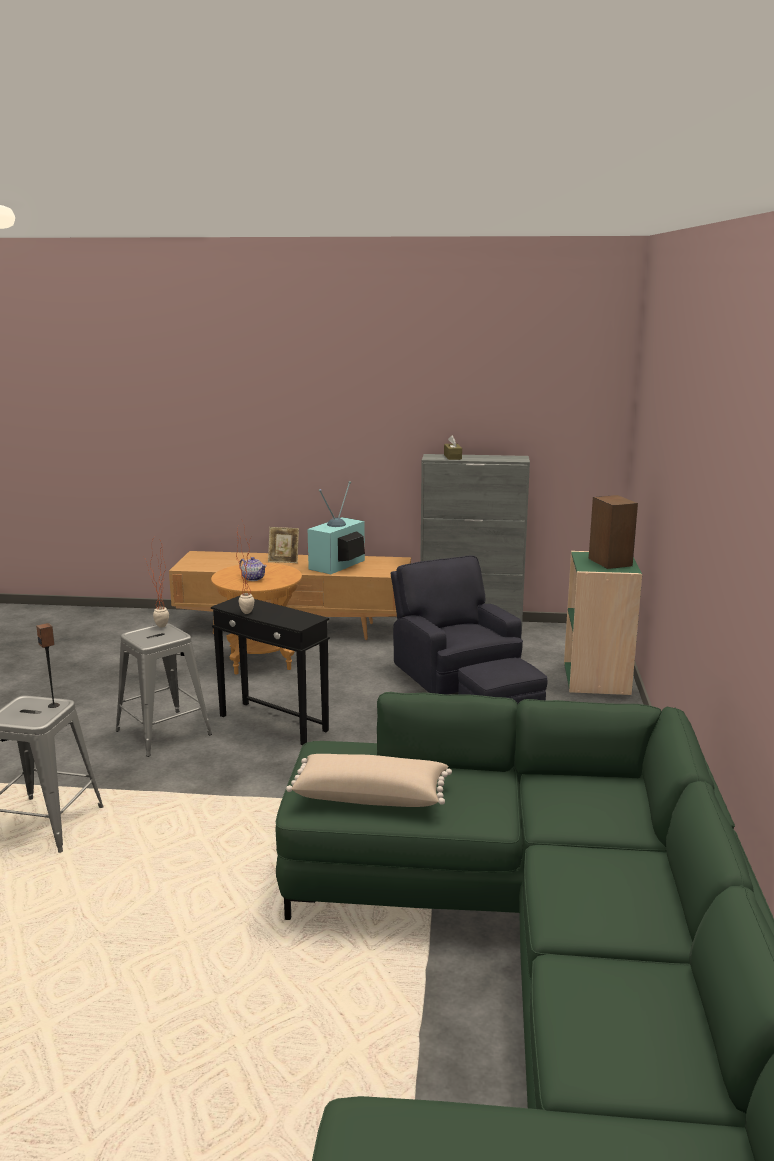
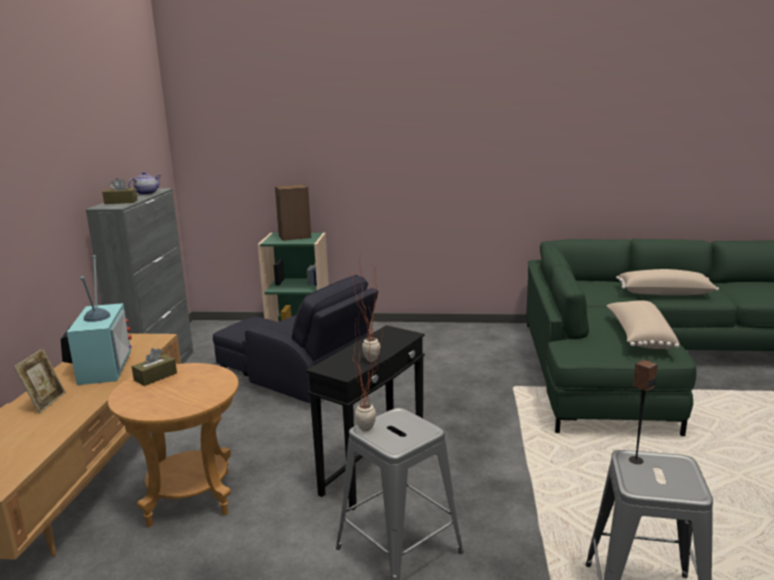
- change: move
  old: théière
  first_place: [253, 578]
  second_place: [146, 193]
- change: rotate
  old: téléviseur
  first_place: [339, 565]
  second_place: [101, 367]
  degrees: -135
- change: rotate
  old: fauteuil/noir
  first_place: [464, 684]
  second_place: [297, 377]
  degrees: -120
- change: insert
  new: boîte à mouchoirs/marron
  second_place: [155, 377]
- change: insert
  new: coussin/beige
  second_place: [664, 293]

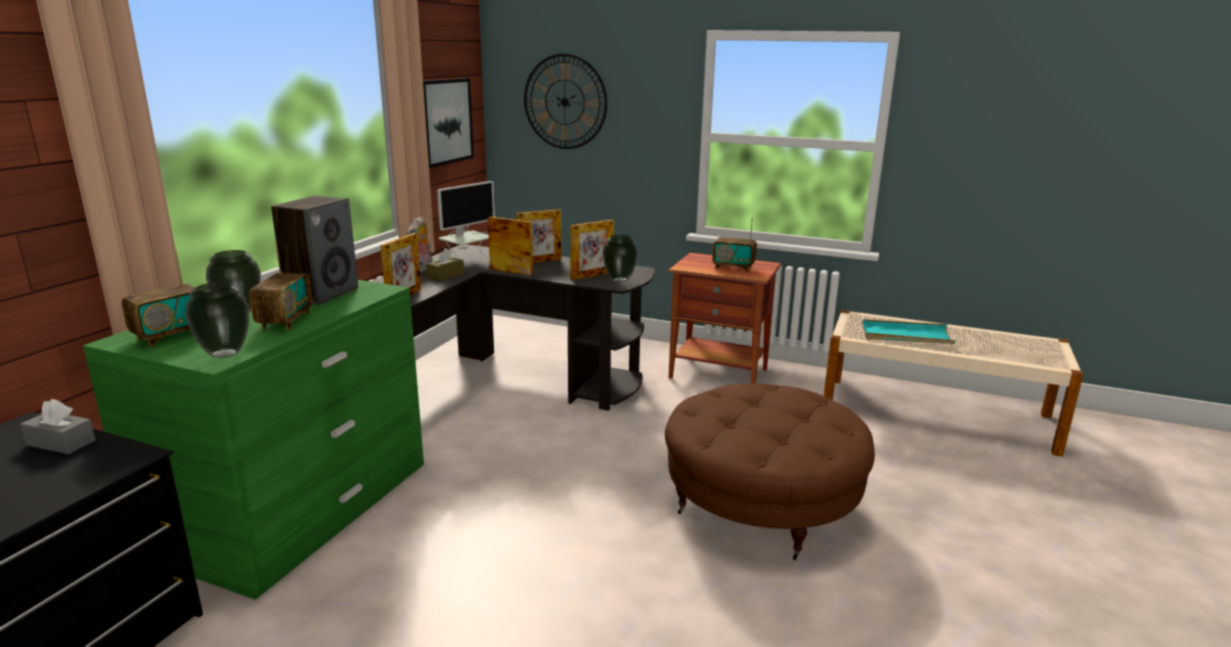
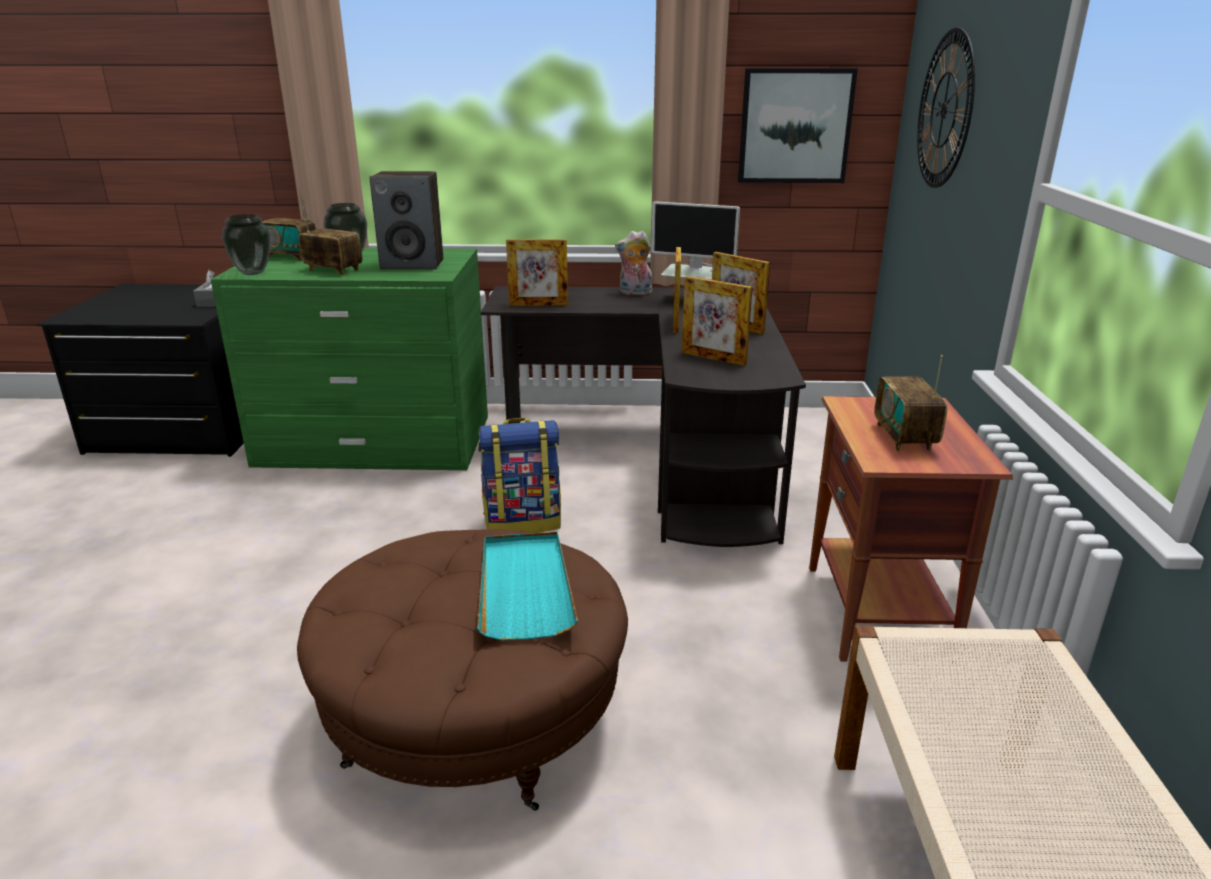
- change: rotate
  old: radio
  first_place: [285, 321]
  second_place: [333, 270]
  degrees: -135
- change: delete
  old: boîte à mouchoirs/marron
  first_place: [445, 275]
- change: delete
  old: vase
  first_place: [620, 280]
- change: move
  old: plateau/turquoise
  first_place: [905, 335]
  second_place: [525, 587]
- change: insert
  new: sac à dos
  second_place: [523, 521]

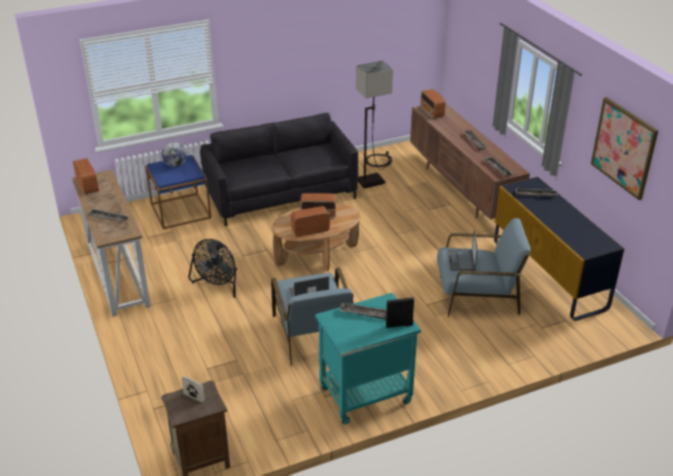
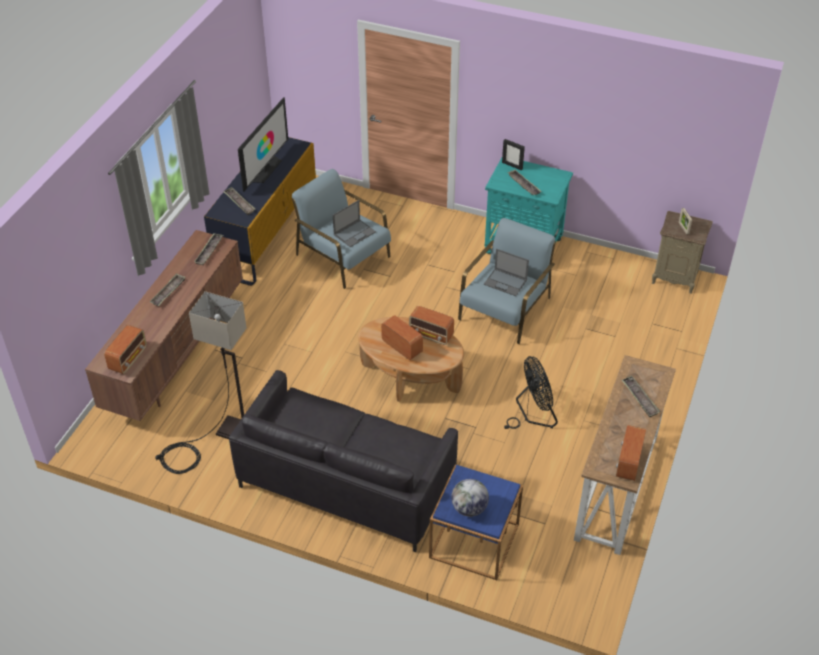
- change: delete
  old: tableau
  first_place: [624, 147]
- change: insert
  new: téléviseur
  second_place: [265, 169]

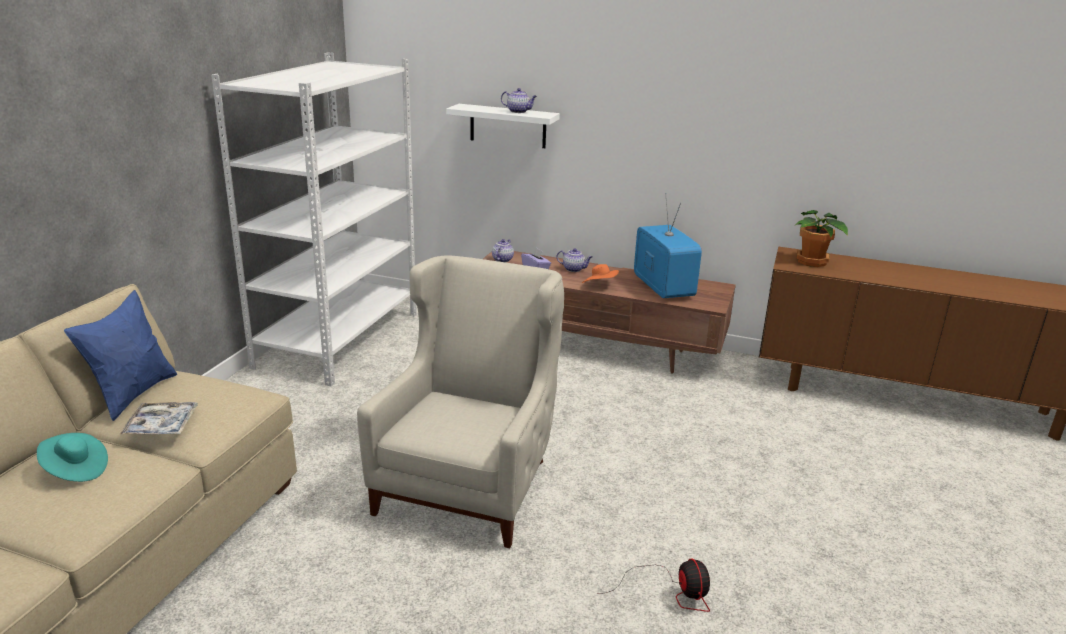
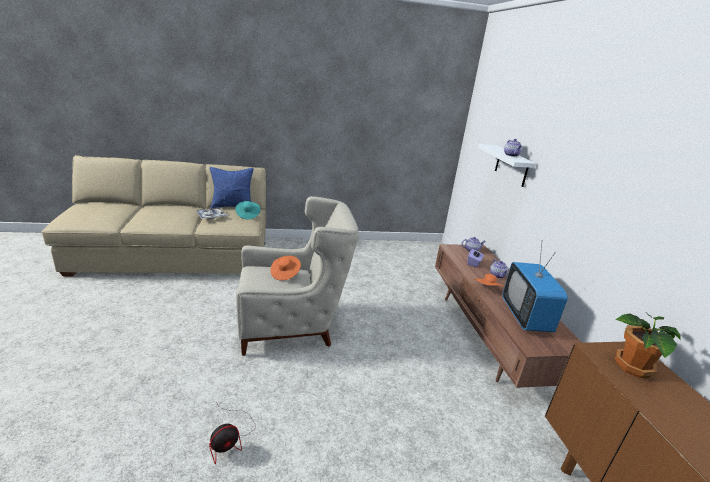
- change: move
  old: chapeau/turquoise
  first_place: [75, 470]
  second_place: [247, 215]
- change: delete
  old: bibliothèque/blanc
  first_place: [339, 339]
- change: rotate
  old: téléviseur
  first_place: [662, 288]
  second_place: [525, 316]
  degrees: 135
- change: insert
  new: chapeau/orange
  second_place: [285, 274]

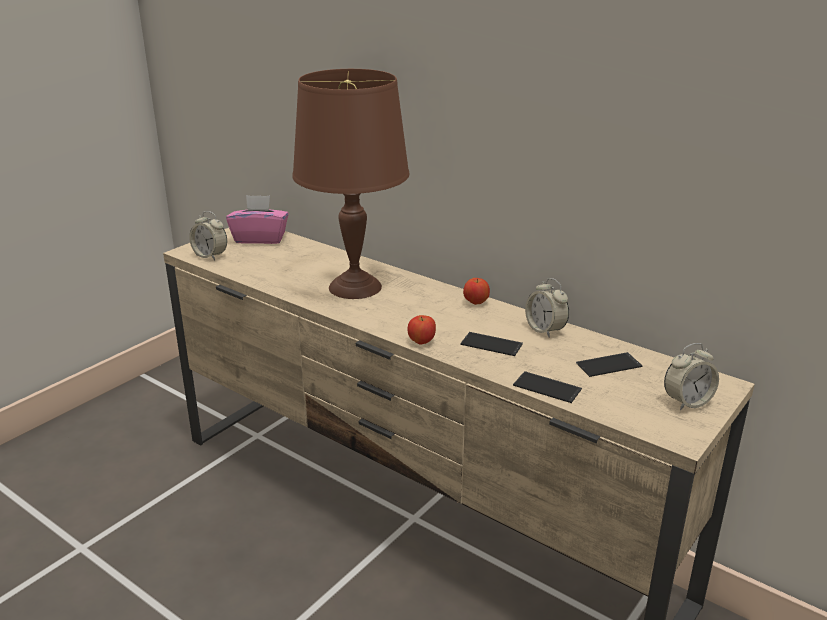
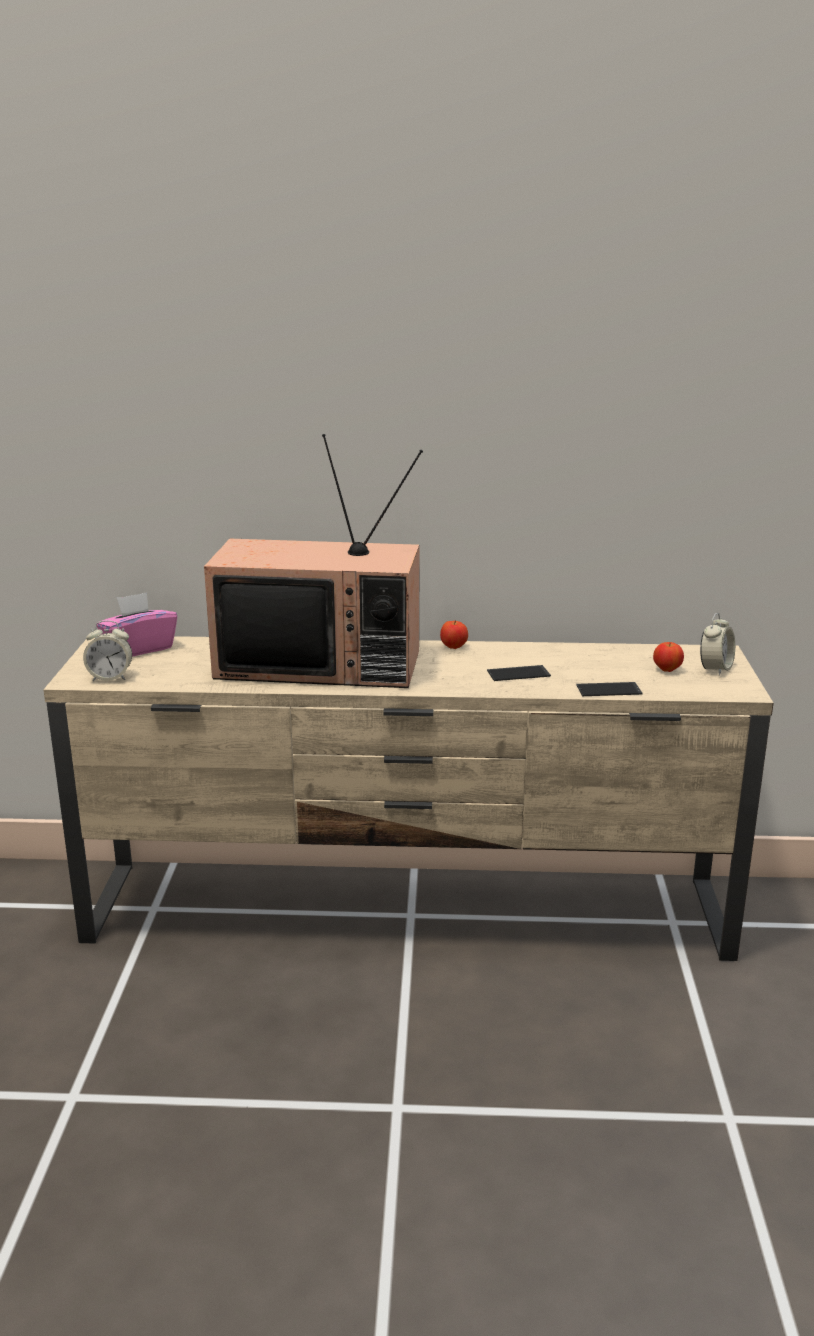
- change: replace
  old: lampe de table/marron
  new: téléviseur
  first_place: [356, 287]
  second_place: [322, 664]
- change: move
  old: pomme
  first_place: [421, 342]
  second_place: [667, 670]
- change: delete
  old: réveil
  first_place: [545, 330]
- change: delete
  old: téléphone
  first_place: [608, 365]

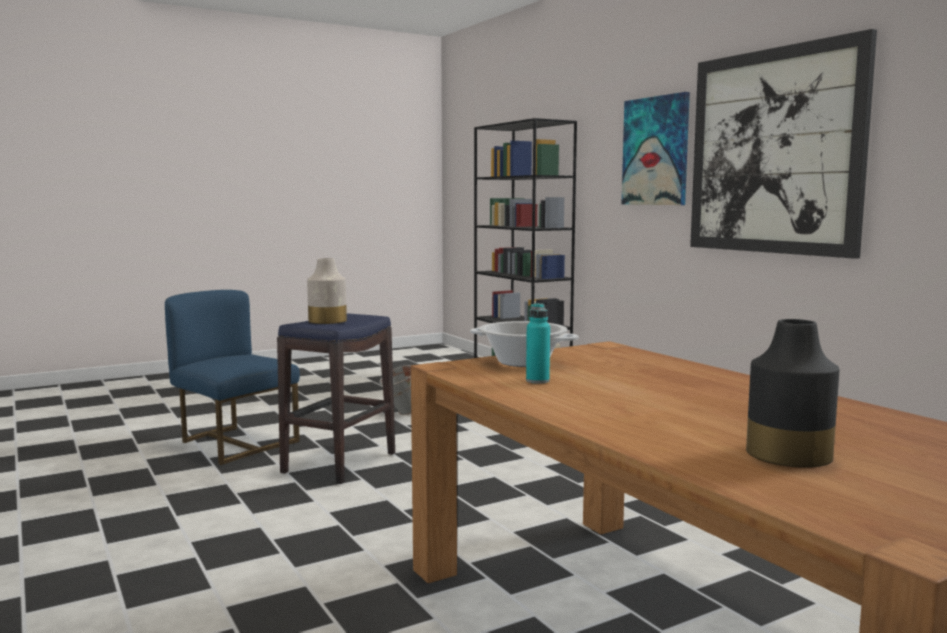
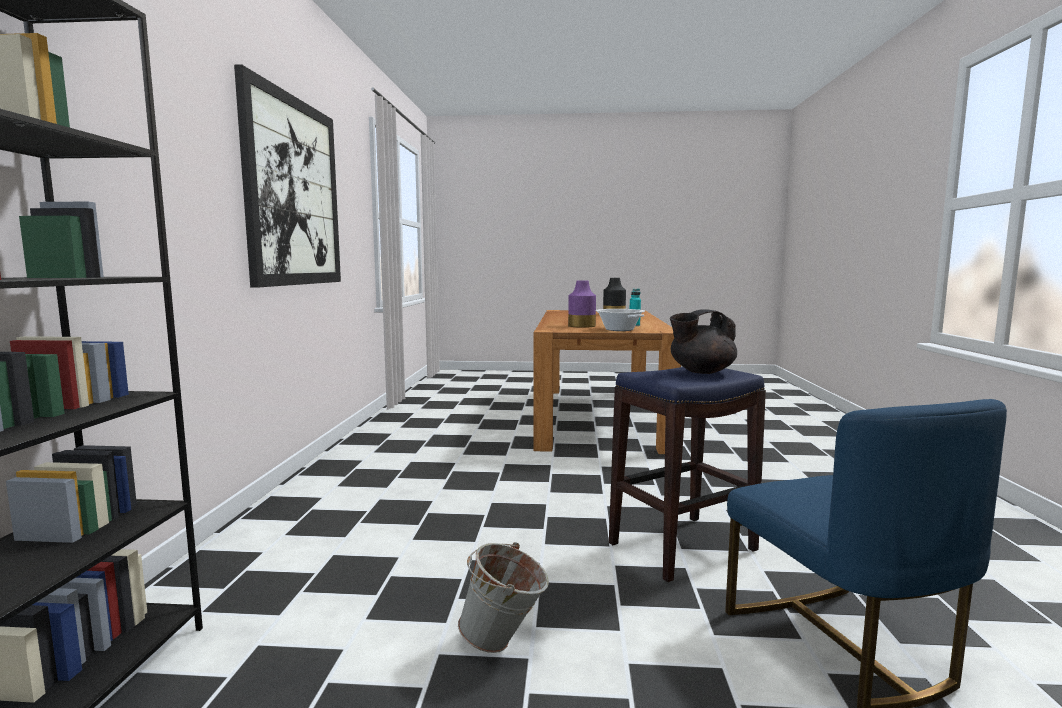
- change: replace
  old: vase/beige
  new: théière/noir
  first_place: [328, 321]
  second_place: [701, 371]
- change: delete
  old: tableau
  first_place: [656, 151]
- change: insert
  new: vase/violet
  second_place: [581, 326]

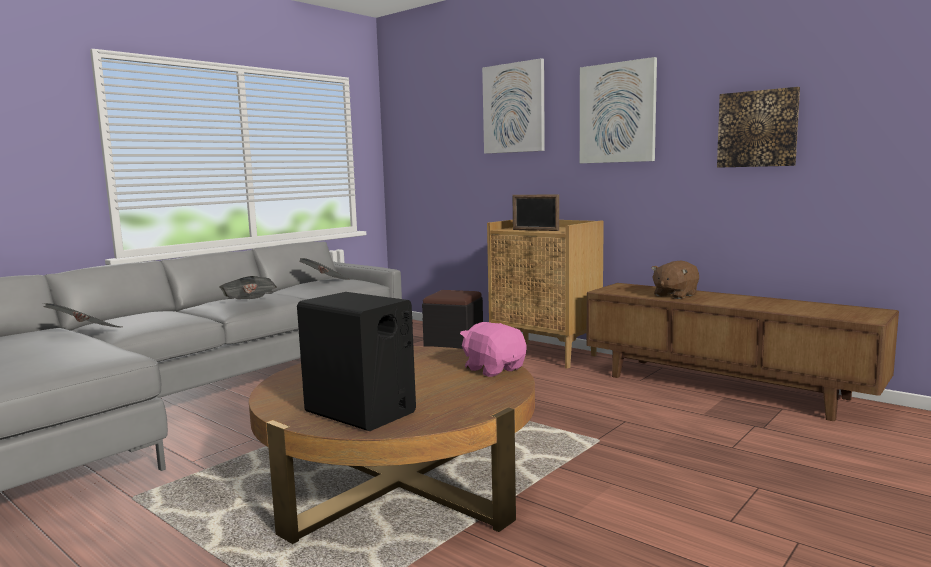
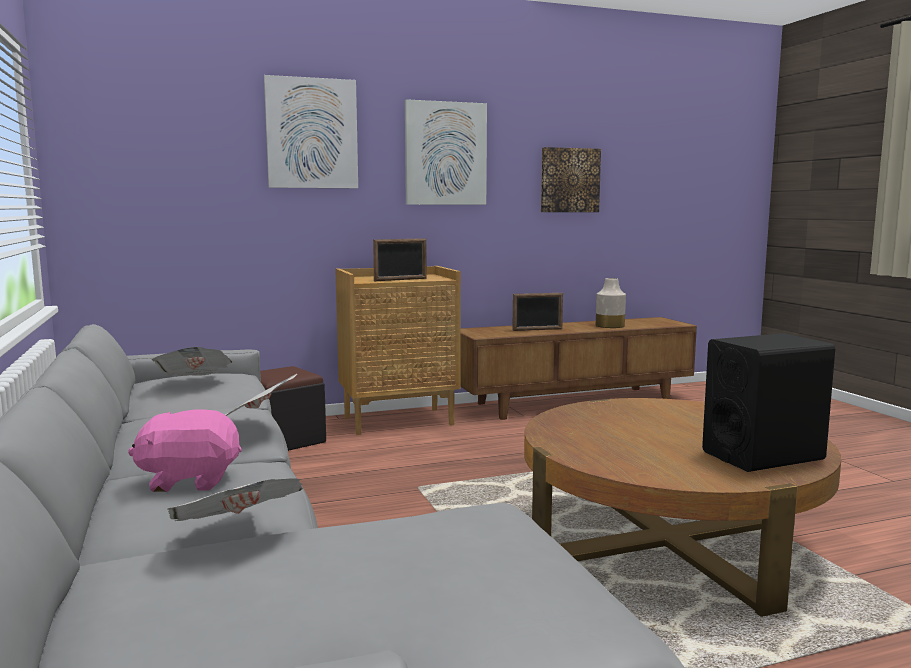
- change: move
  old: peluche/rose
  first_place: [494, 369]
  second_place: [190, 480]
- change: replace
  old: peluche/marron
  new: cadre photo
  first_place: [674, 295]
  second_place: [537, 330]
- change: insert
  new: vase/beige
  second_place: [609, 325]

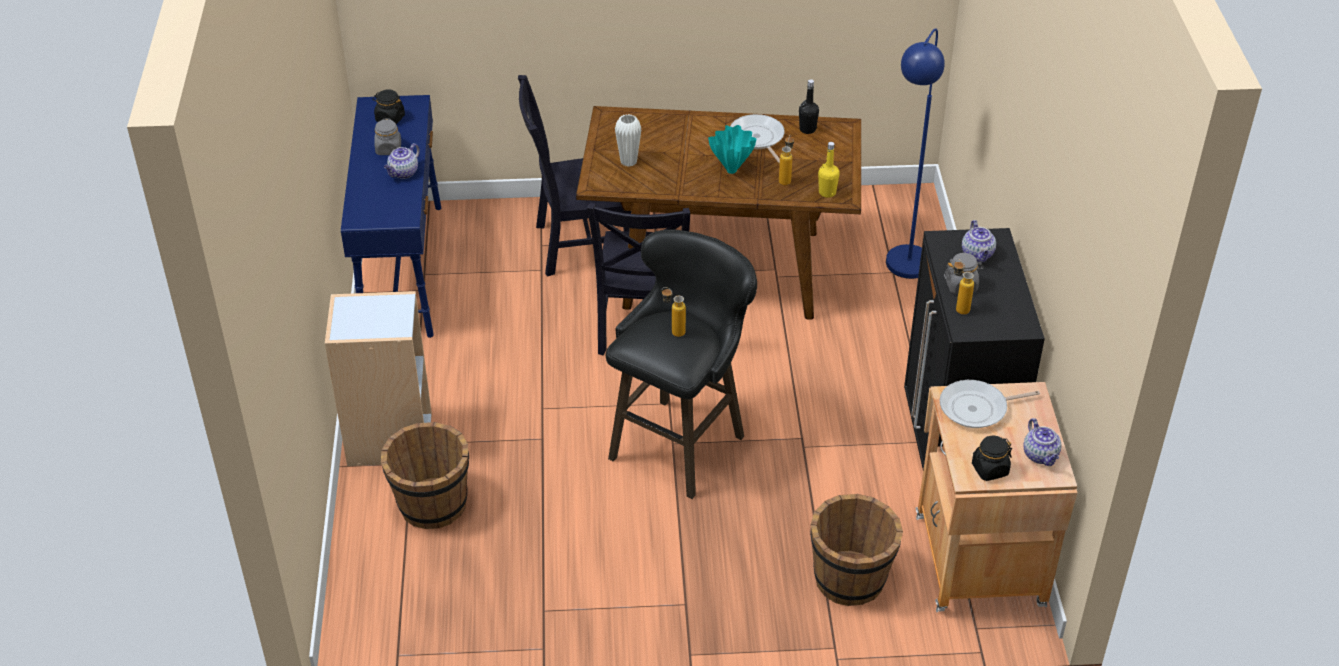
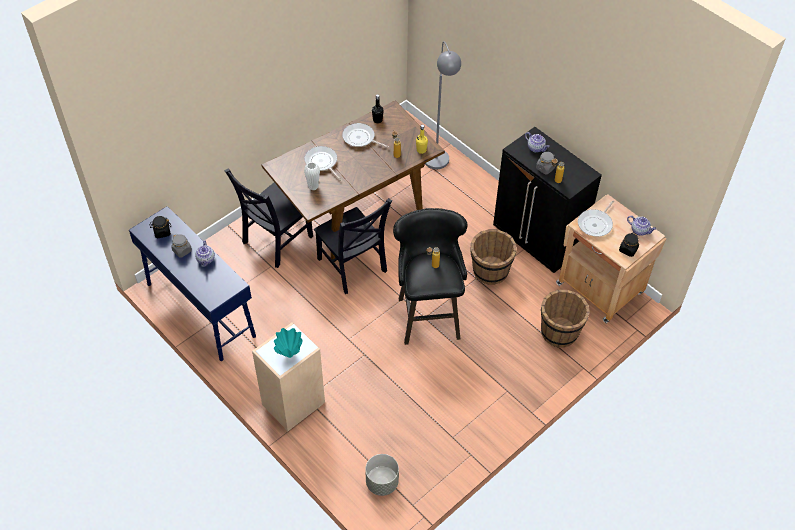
- change: move
  old: seau/marron
  first_place: [431, 505]
  second_place: [490, 271]
- change: move
  old: vase/turquoise
  first_place: [732, 170]
  second_place: [290, 354]
- change: recolor
  old: lampadaire/bleu
  new: lampadaire/gris
  first_place: [904, 273]
  second_place: [438, 166]
- change: insert
  new: poêle
  second_place: [322, 162]
- change: insert
  new: cache-pot/gris
  second_place: [382, 483]

